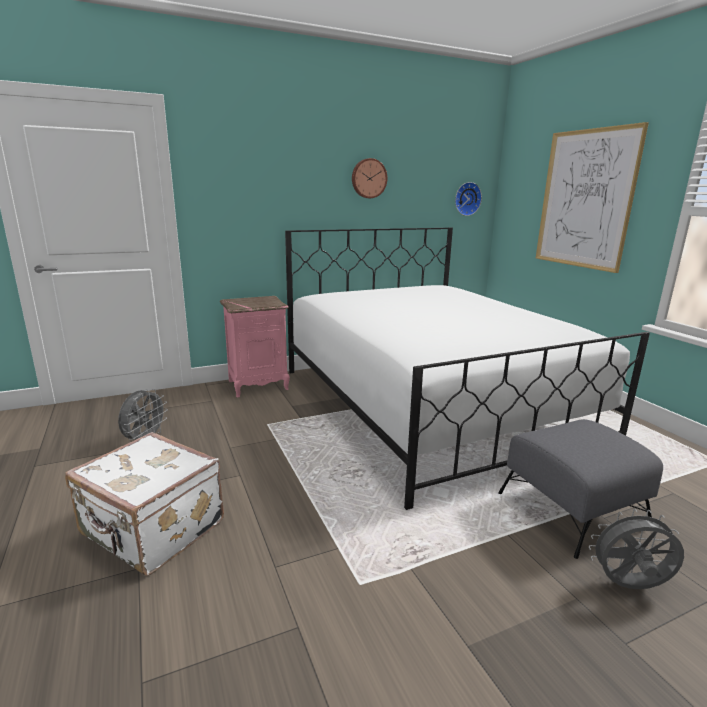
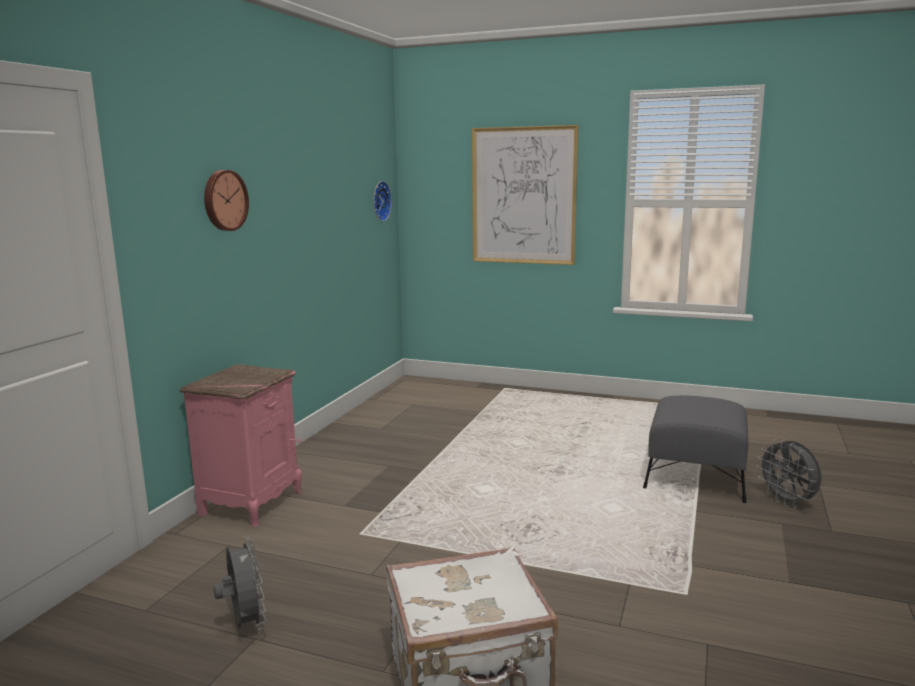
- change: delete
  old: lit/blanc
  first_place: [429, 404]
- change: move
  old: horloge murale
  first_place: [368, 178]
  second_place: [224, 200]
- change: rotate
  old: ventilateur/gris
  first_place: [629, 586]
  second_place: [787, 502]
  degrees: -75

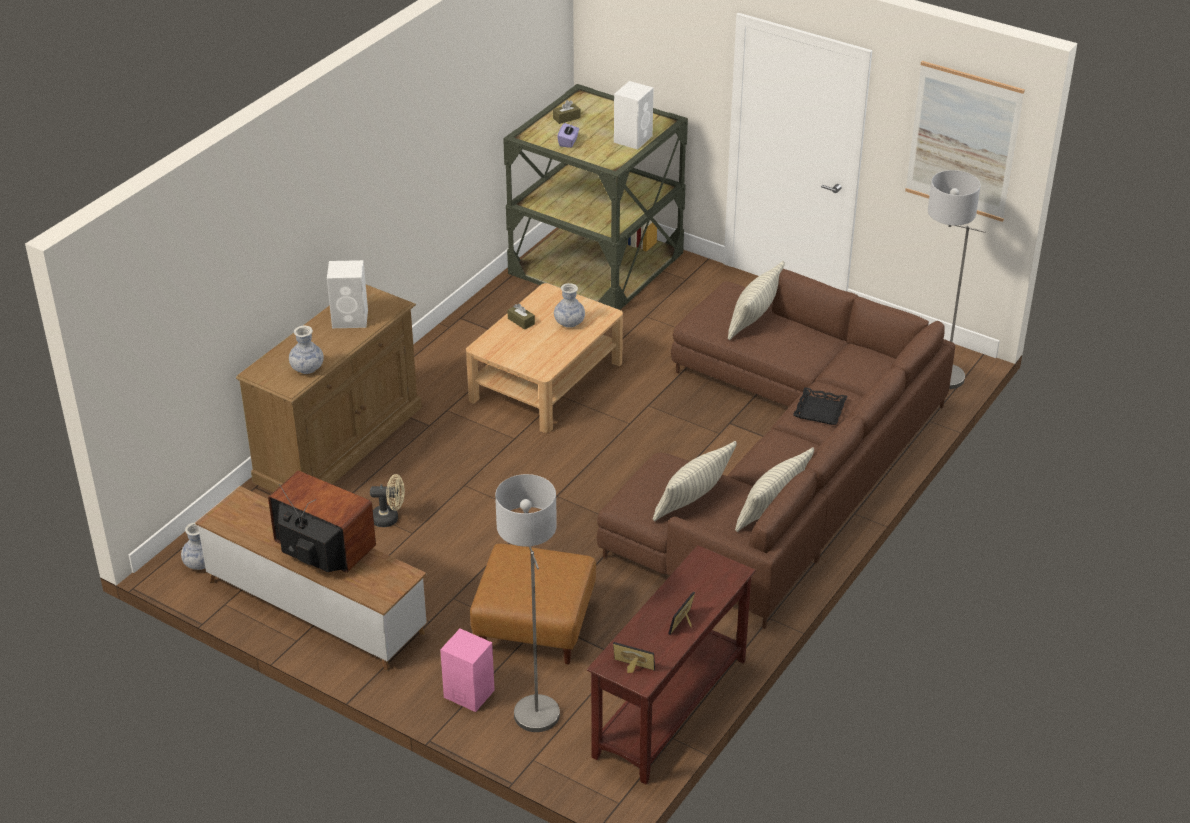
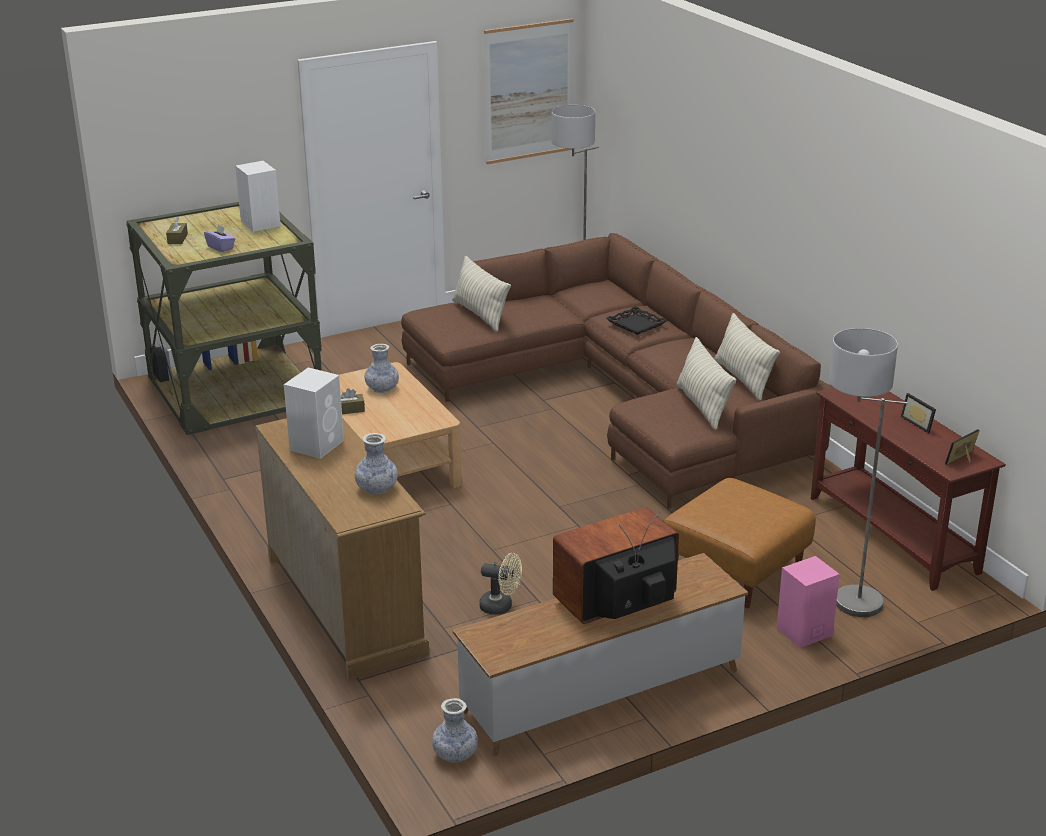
- change: rotate
  old: ventilateur/beige
  first_place: [389, 518]
  second_place: [501, 607]
  degrees: 75

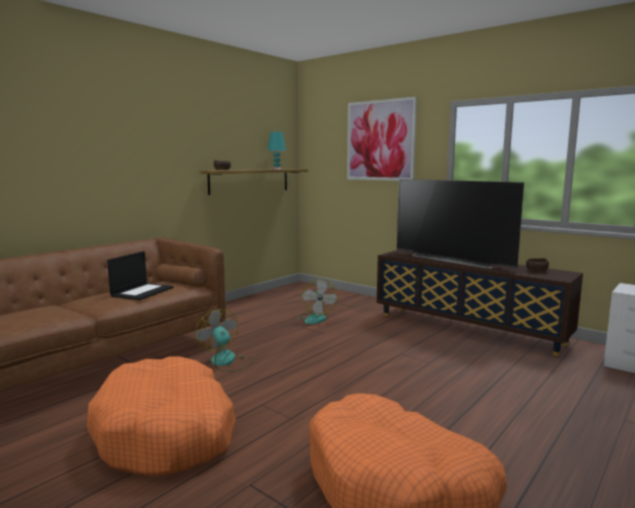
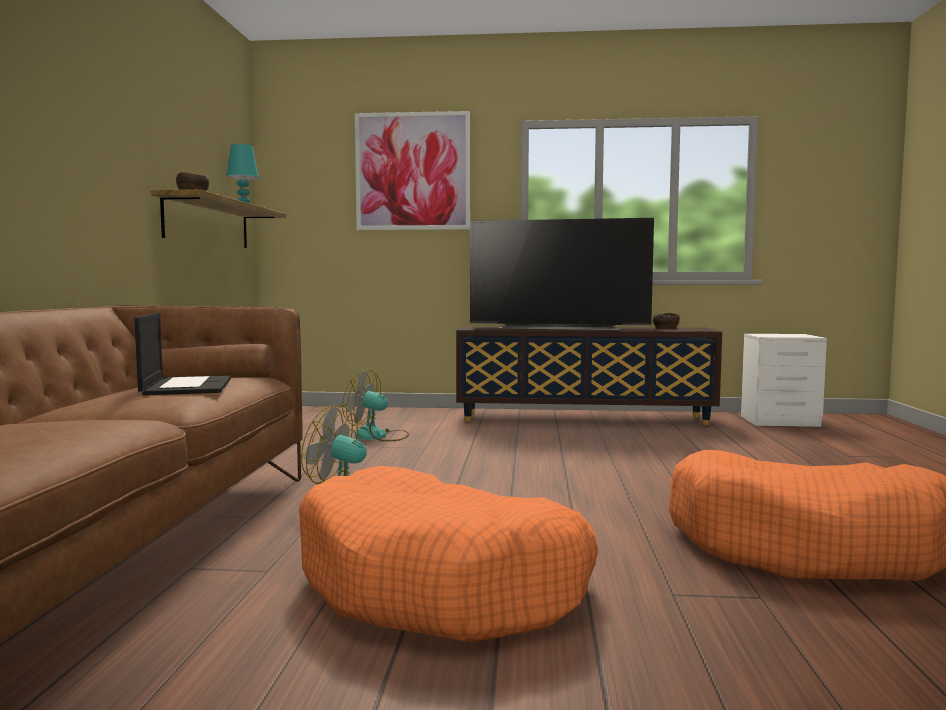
- change: rotate
  old: ventilateur
  first_place: [314, 318]
  second_place: [378, 436]
  degrees: 150

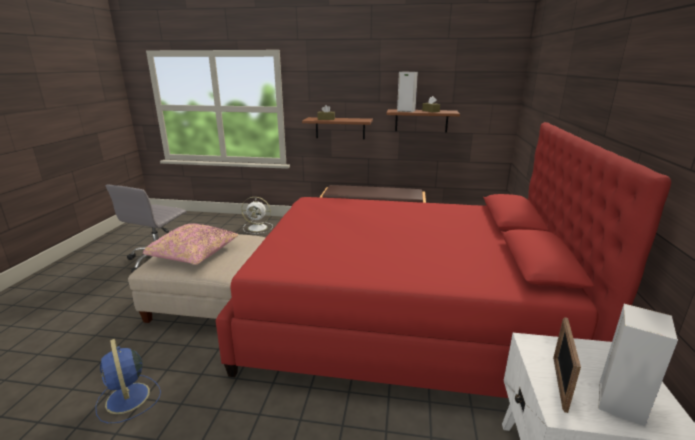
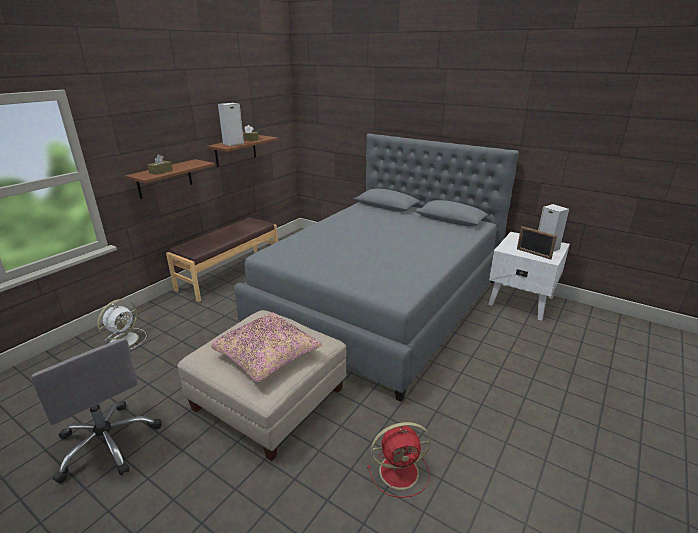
- change: recolor
  old: ventilateur/bleu
  new: ventilateur/rouge
  first_place: [128, 399]
  second_place: [400, 471]
- change: recolor
  old: lit/rouge
  new: lit/gris
  first_place: [402, 317]
  second_place: [380, 303]

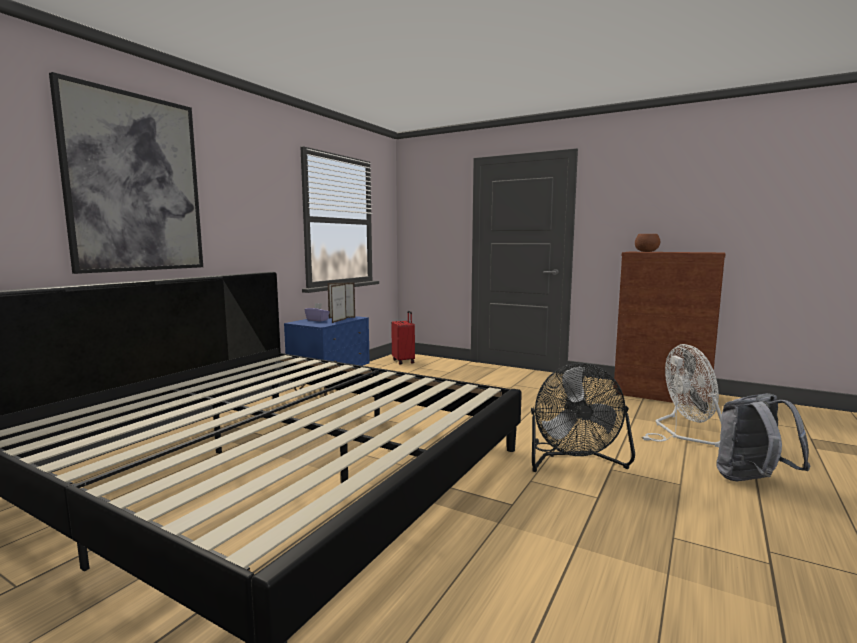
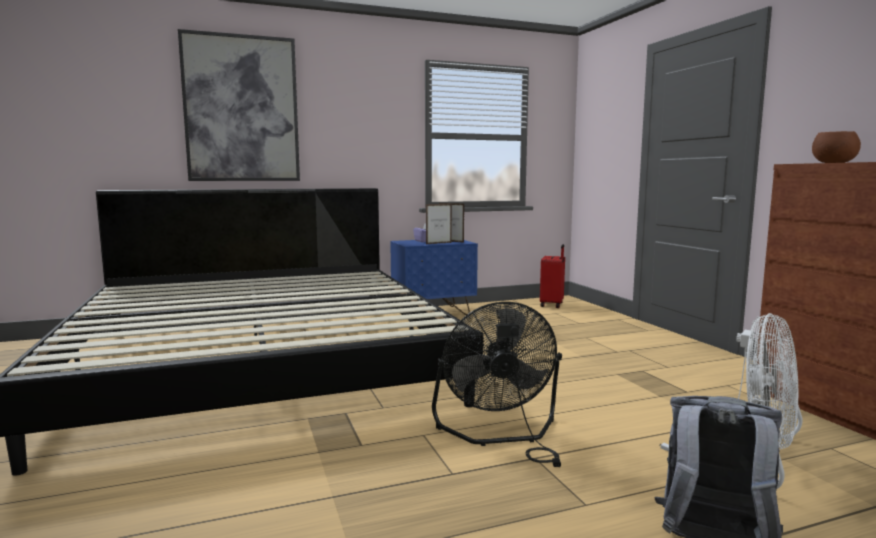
- change: rotate
  old: ventilateur/noir
  first_place: [570, 461]
  second_place: [506, 434]
  degrees: 135

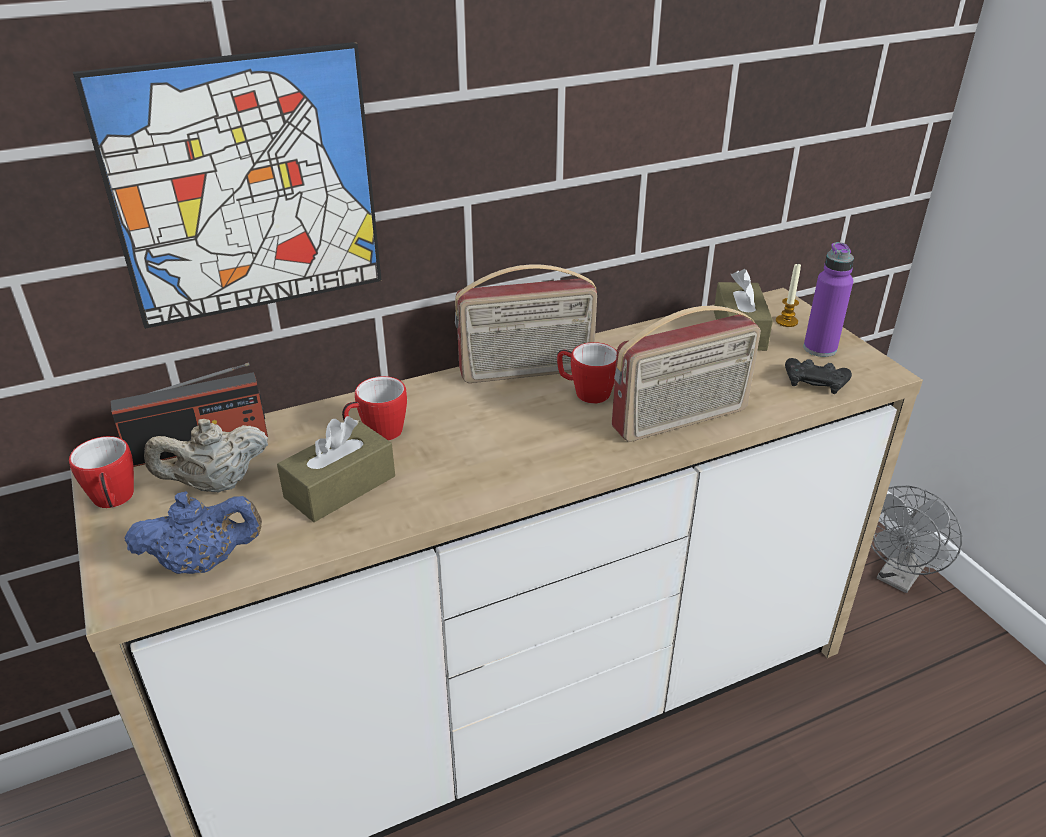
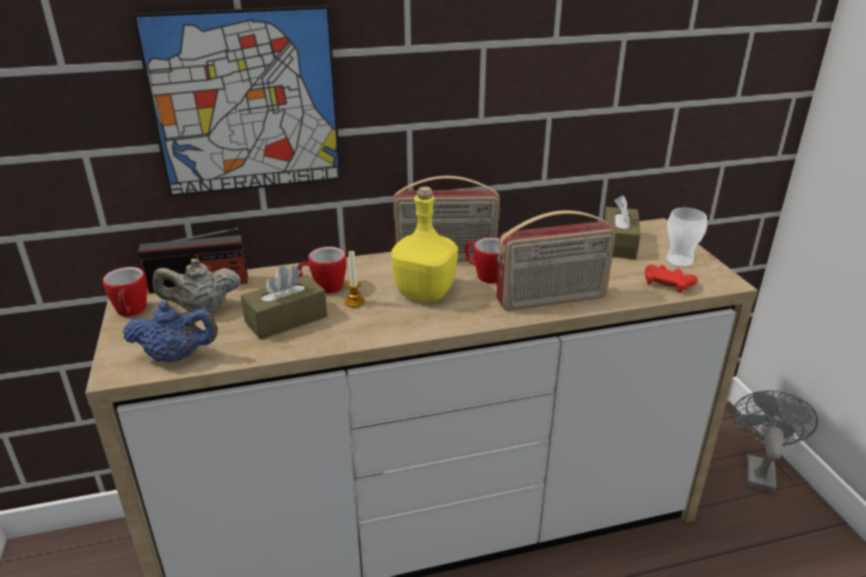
- change: move
  old: bougie
  first_place: [786, 321]
  second_place: [354, 302]
- change: recolor
  old: manette/noir
  new: manette/rouge
  first_place: [815, 381]
  second_place: [667, 283]
- change: replace
  old: bouteille/violet
  new: tasse
  first_place: [820, 348]
  second_place: [679, 261]
- change: rotate
  old: ventilateur/gris
  first_place: [898, 578]
  second_place: [759, 469]
  degrees: 150
- change: insert
  new: bouteille/jaune
  second_place: [424, 293]

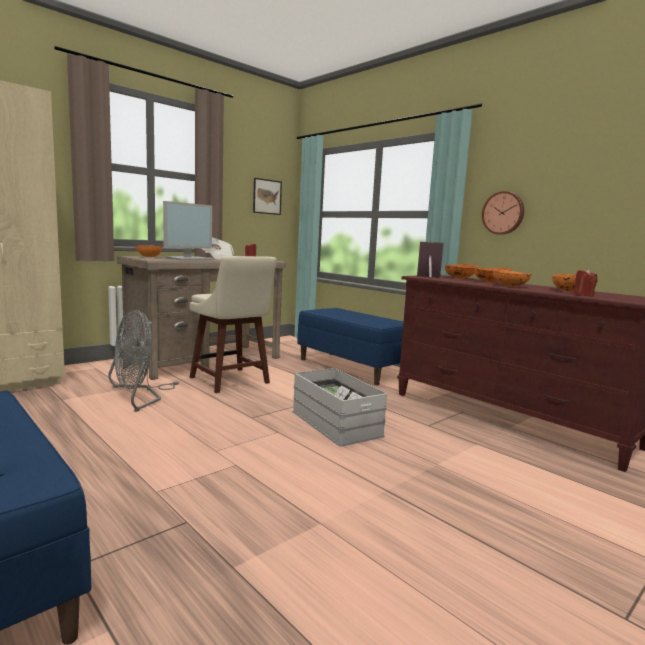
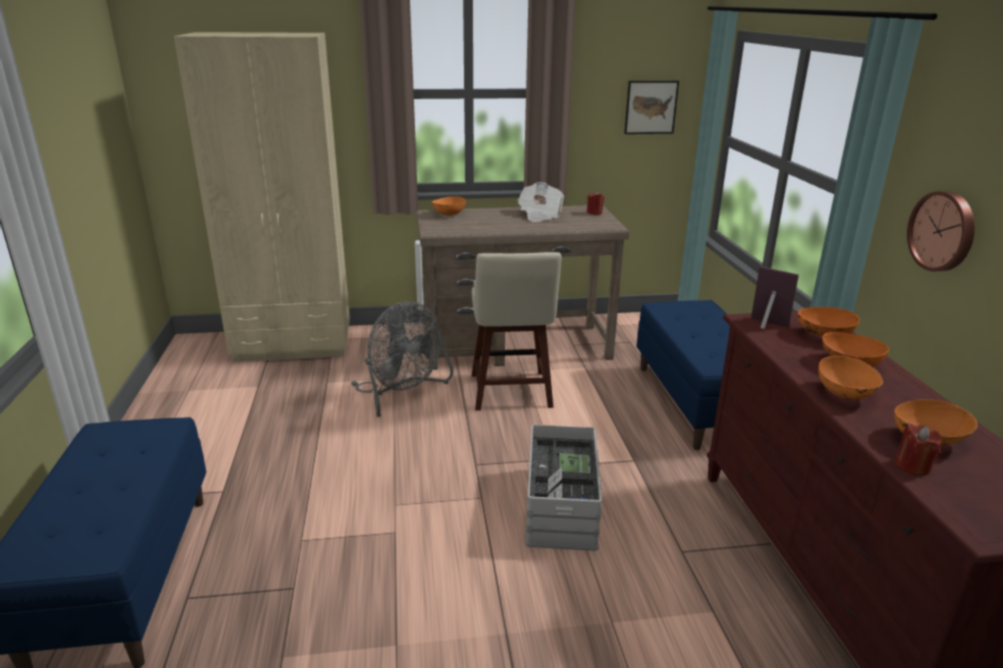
- change: rotate
  old: ventilateur/gris
  first_place: [141, 395]
  second_place: [399, 393]
  degrees: -135
- change: delete
  old: écran d'ordinateur
  first_place: [189, 259]

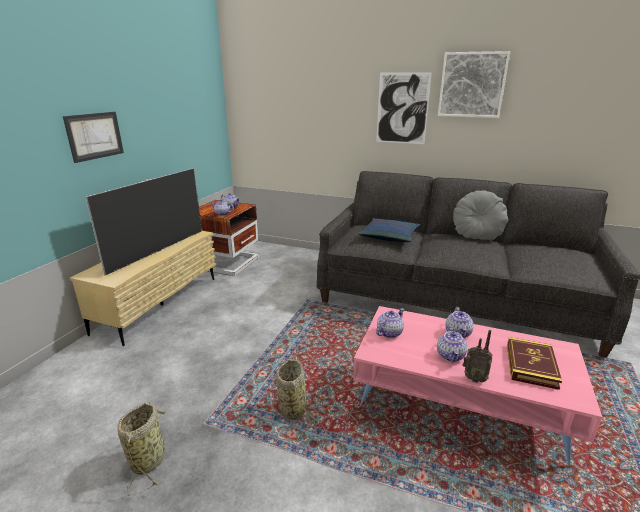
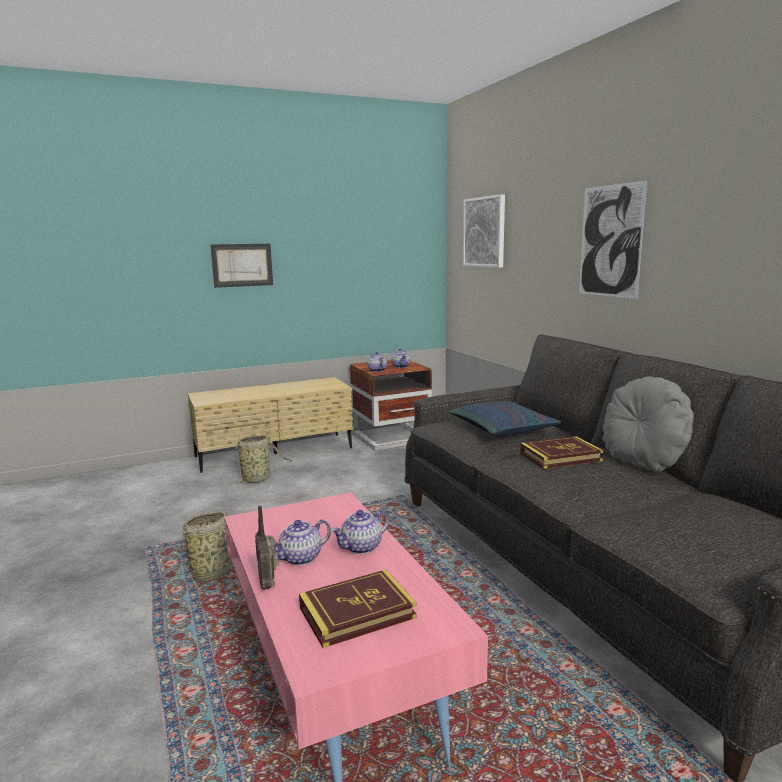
- change: delete
  old: téléviseur
  first_place: [158, 251]
- change: move
  old: panier
  first_place: [149, 458]
  second_place: [258, 479]
- change: delete
  old: théière
  first_place: [389, 332]
- change: move
  old: tableau
  first_place: [472, 85]
  second_place: [484, 232]
- change: insert
  new: livre
  second_place: [560, 457]

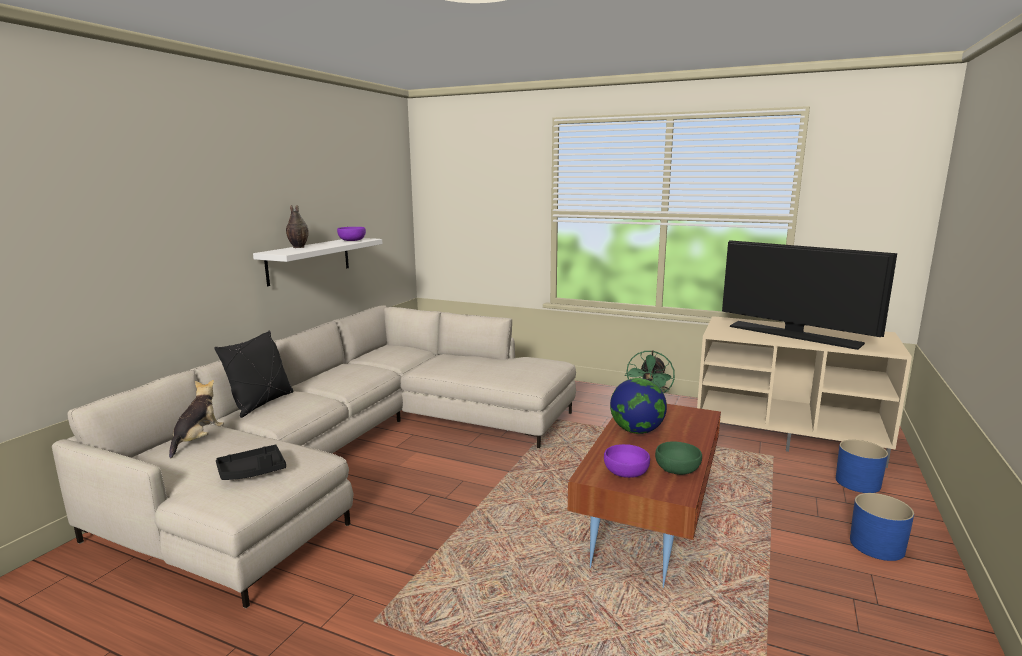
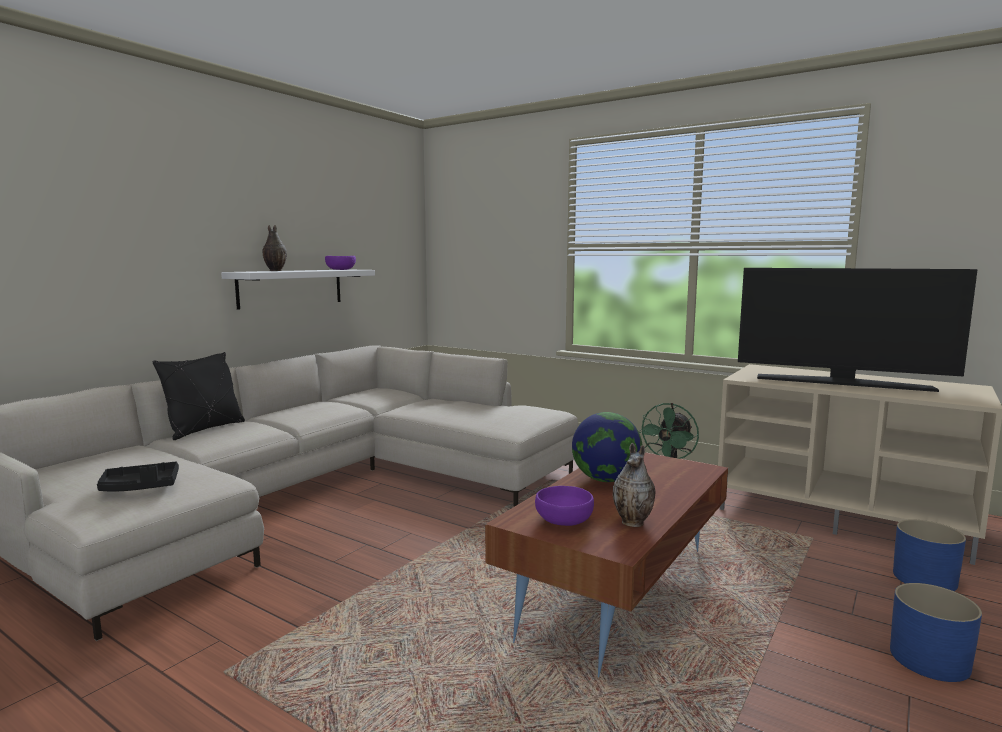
- change: delete
  old: peluche
  first_place: [198, 440]
- change: replace
  old: bol/vert
  new: vase
  first_place: [678, 469]
  second_place: [634, 523]
- change: rotate
  old: téléviseur
  first_place: [792, 335]
  second_place: [842, 383]
  degrees: 150

